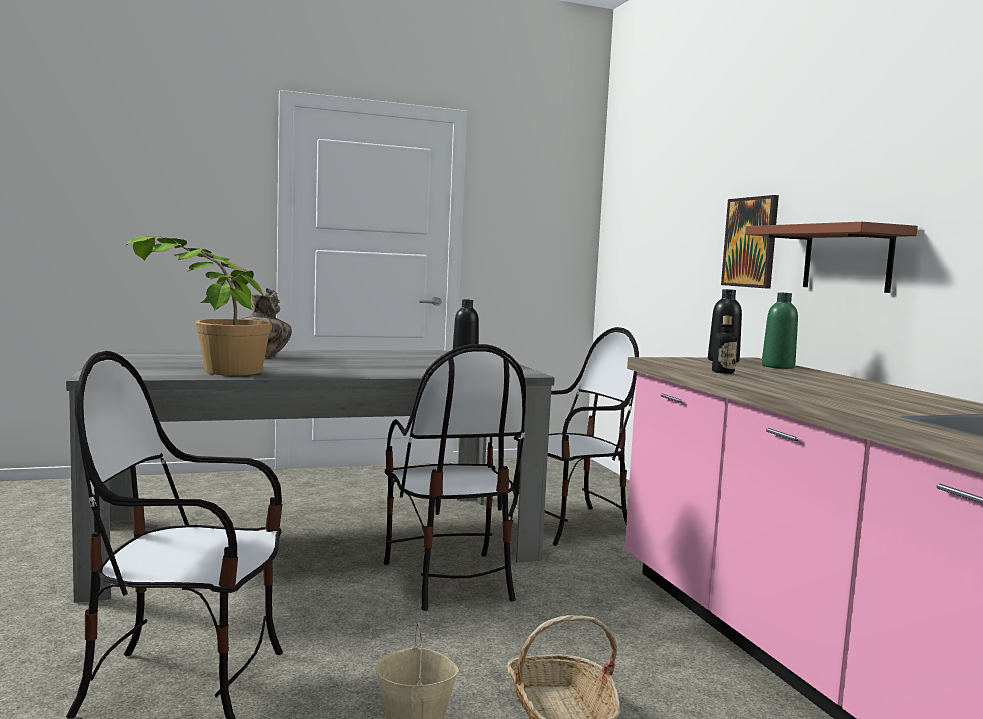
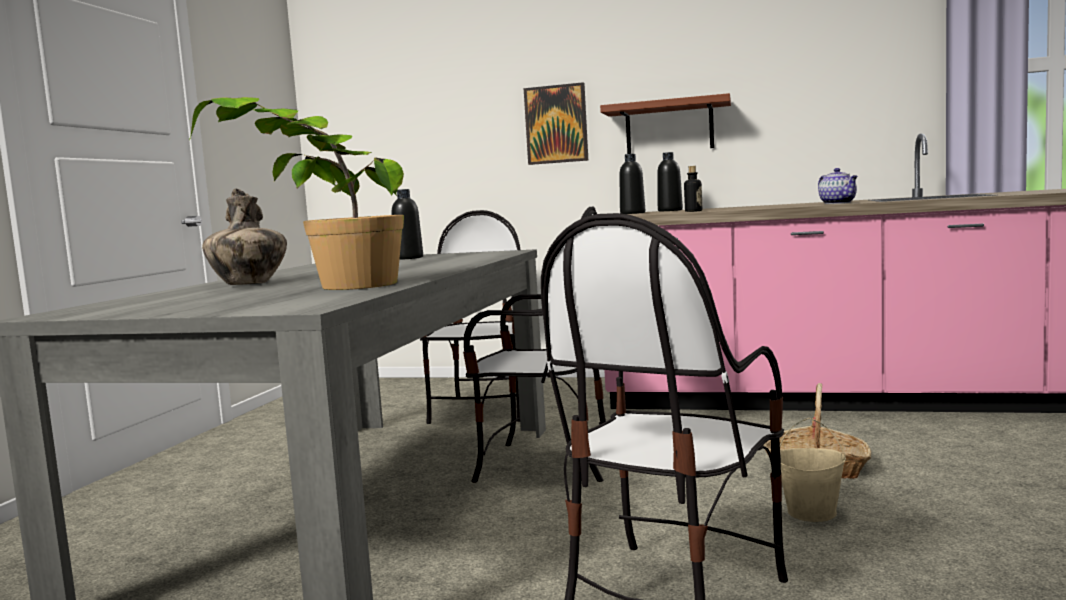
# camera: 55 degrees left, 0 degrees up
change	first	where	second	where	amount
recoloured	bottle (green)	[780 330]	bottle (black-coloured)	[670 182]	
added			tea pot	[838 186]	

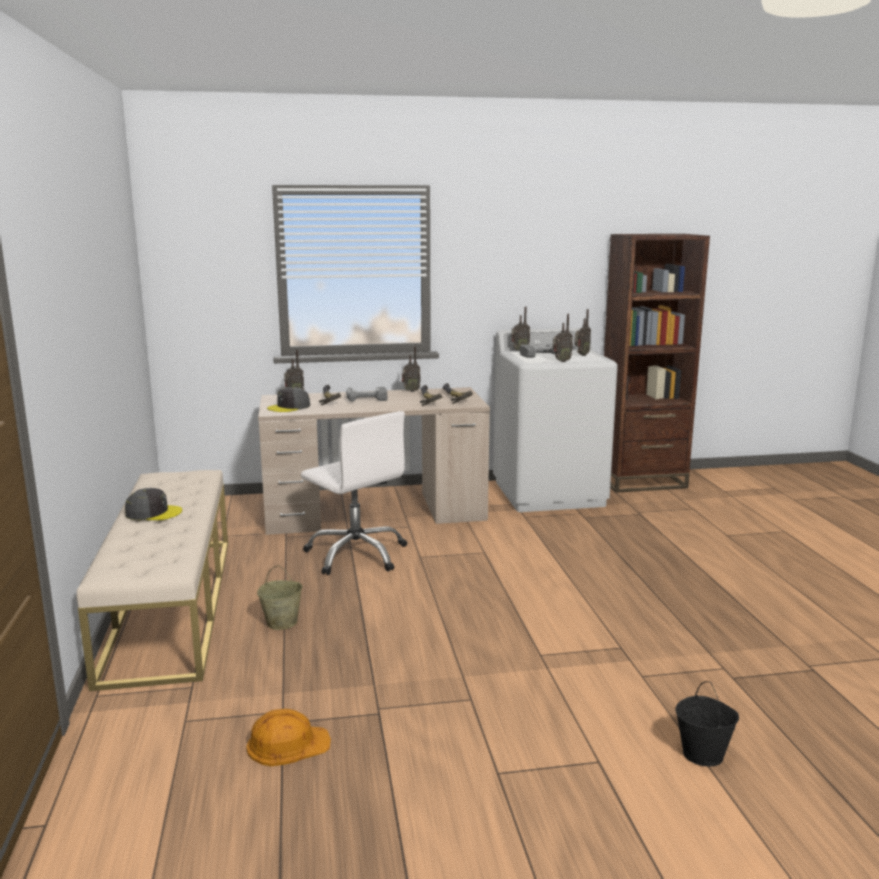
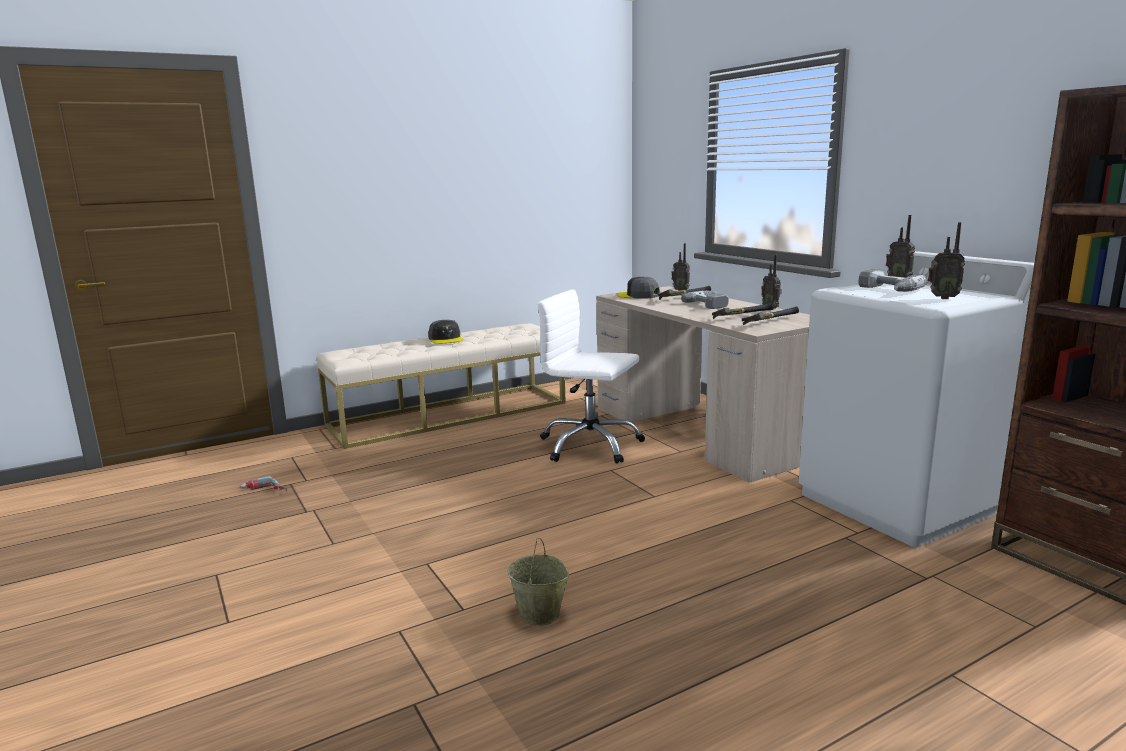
# camera: 70 degrees right, 0 degrees up
change	first	where	second	where	amount
replaced	safety helmet (orange-coloured)	[288 737]	drill	[263 483]	
moved	water bucket (sand-coloured)	[280 597]		[538 581]	
turned	desk chair (whitish)	[354 493]		[591 376]	90 degrees clockwise
removed	radio	[563 338]			
removed	water bucket (black-coloured)	[707 723]			

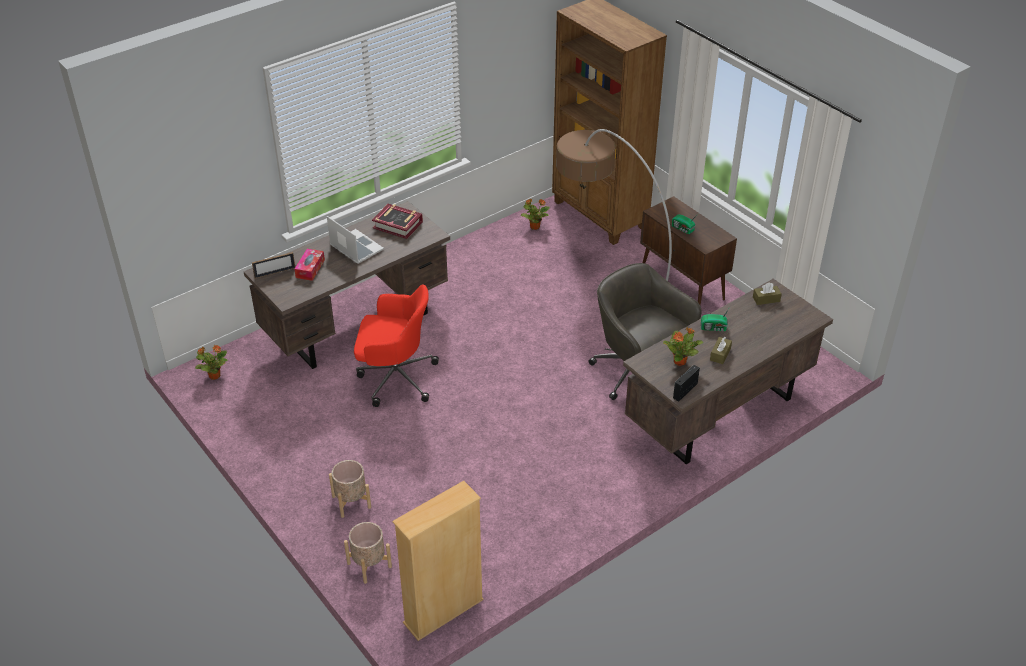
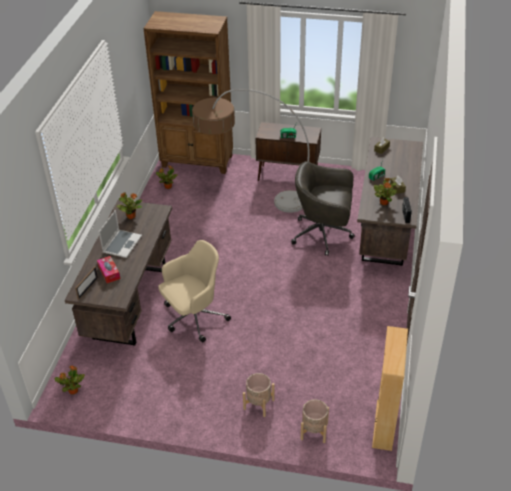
# camera: 40 degrees left, 0 degrees up
change	first	where	second	where	amount
turned	laptop	[355 240]		[120 234]	105 degrees clockwise
replaced	bound book	[397 221]	houseplant	[129 206]	
recoloured	desk chair (red-coloured)	[396 346]	desk chair (sand-coloured)	[194 291]	

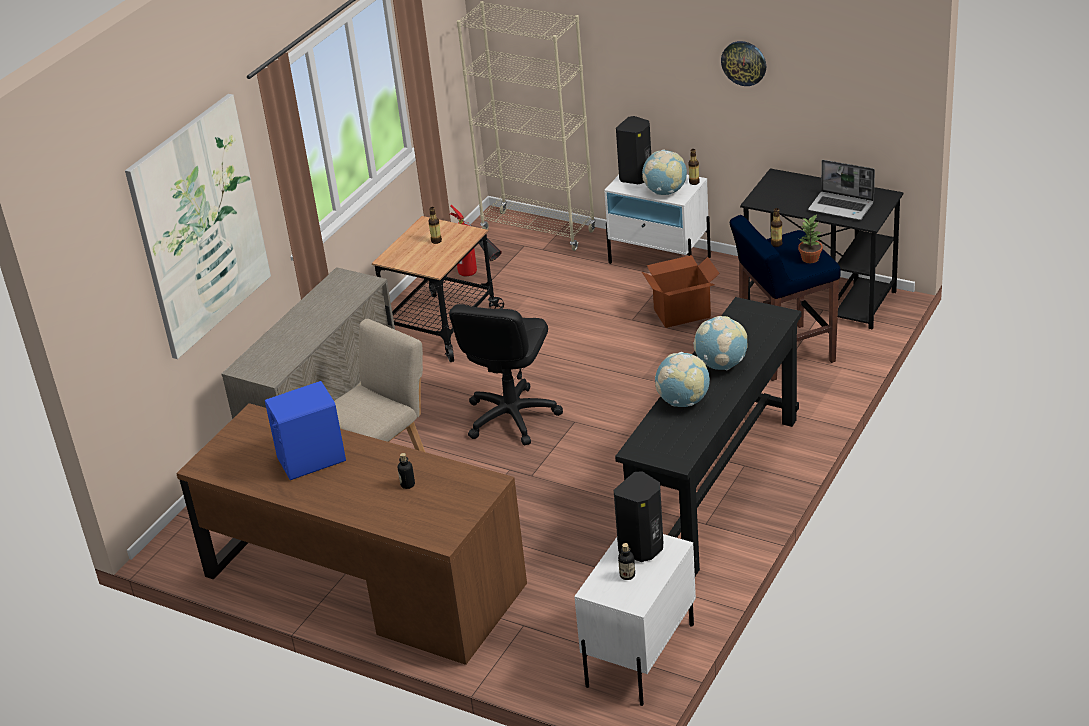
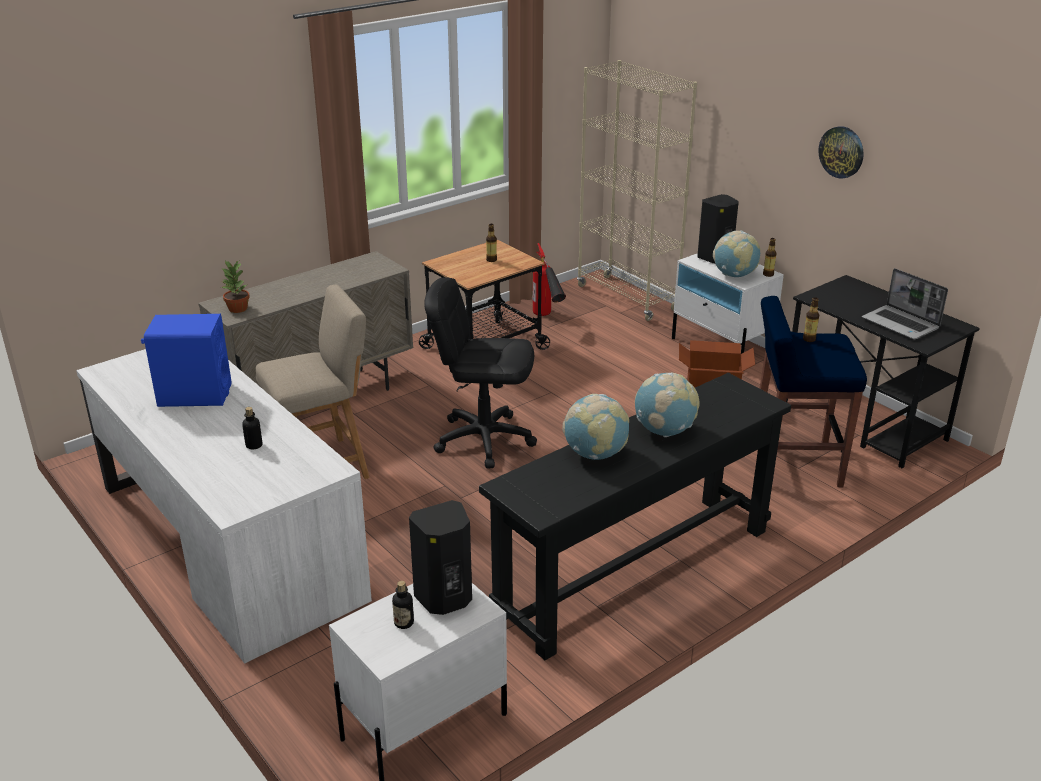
# camera: 20 degrees right, 5 degrees down
change	first	where	second	where	amount
recoloured	desk (brownish)	[351 534]	desk (whitish)	[224 506]	
moved	houseplant	[810 239]		[235 287]	
turned	desk chair (black-coloured)	[506 374]		[480 373]	60 degrees clockwise
removed	wall picture	[198 226]			

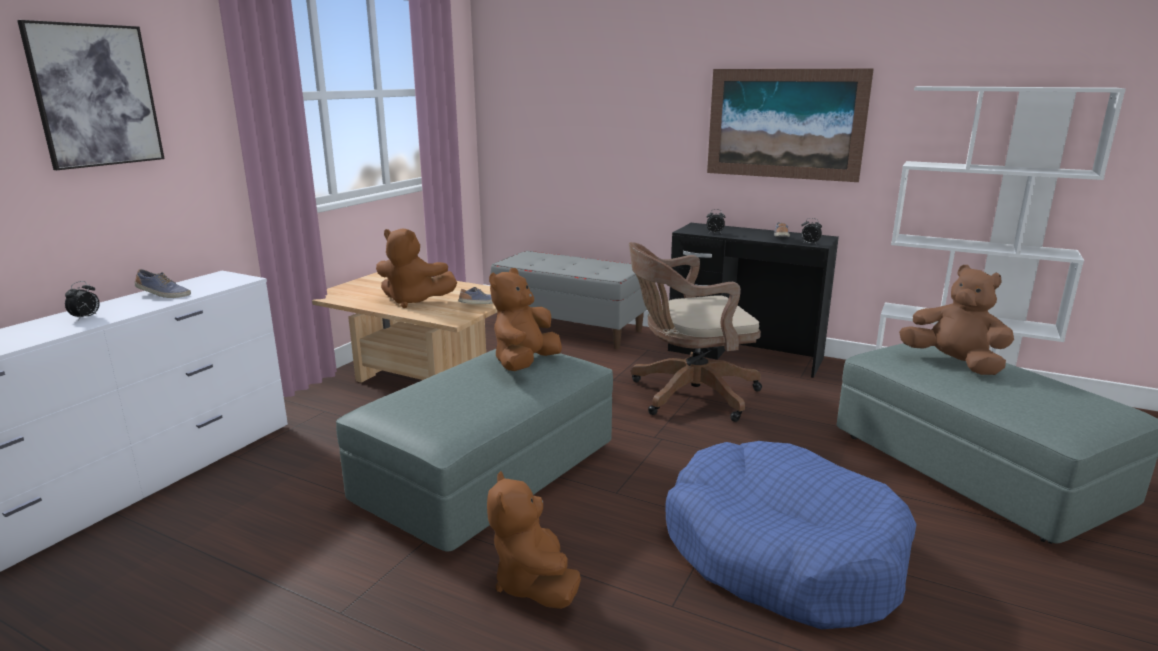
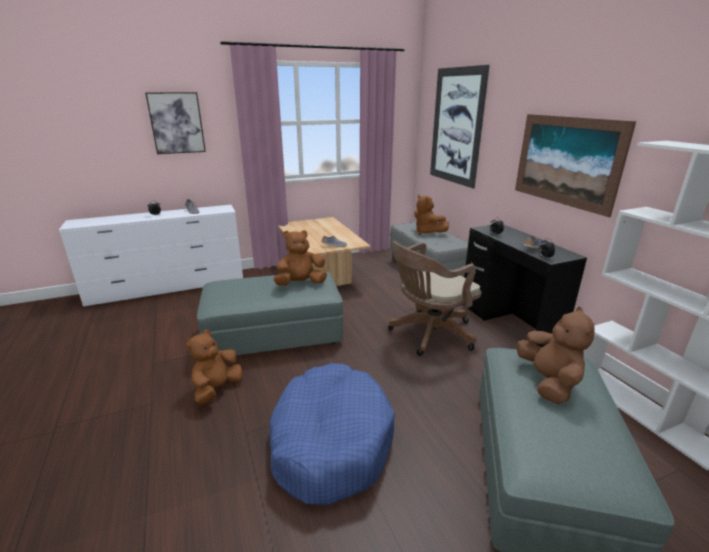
# camera: 40 degrees right, 5 degrees up
change	first	where	second	where	amount
turned	desk chair (brownish)	[695 332]		[435 298]	60 degrees counterclockwise
moved	cuddly toy (brownish)	[416 268]		[431 215]	
added			wall picture	[460 127]	

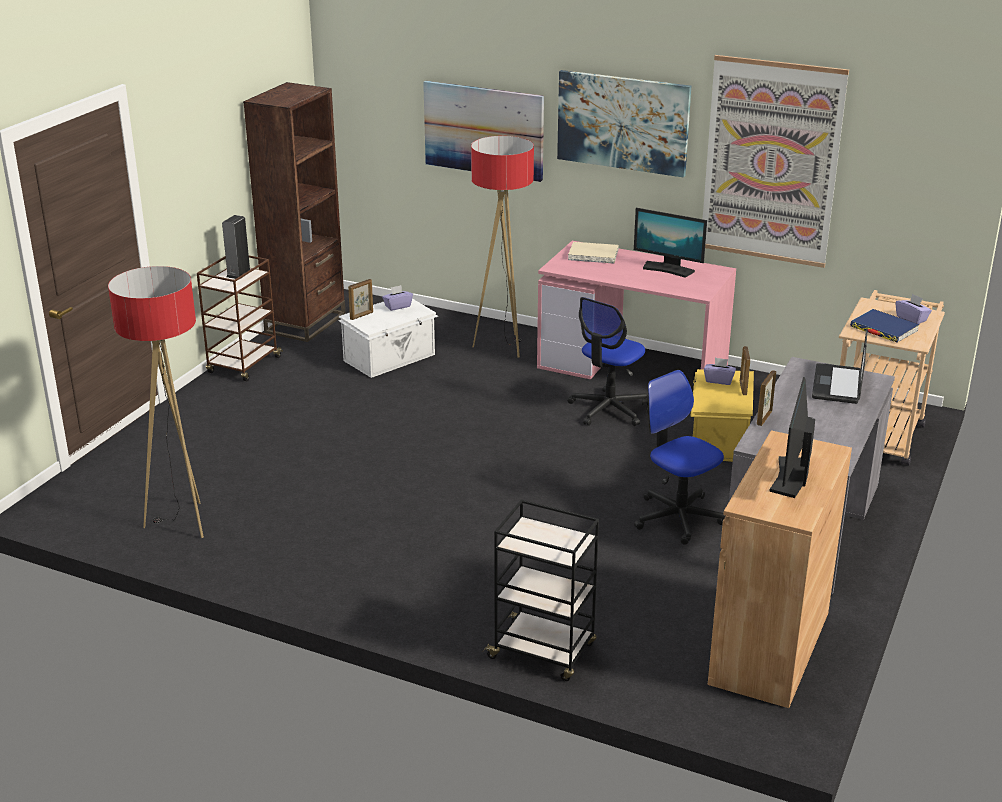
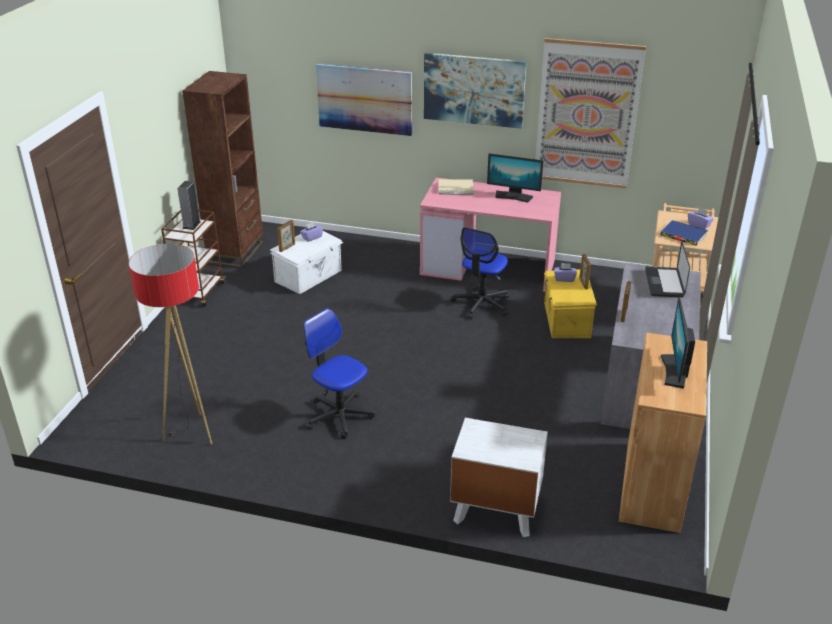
# camera: 10 degrees left, 5 degrees up
change	first	where	second	where	amount
moved	desk chair	[679 457]		[339 373]	
replaced	wheeled cart (black-coloured)	[541 590]	night table (whitish)	[499 477]	
removed	standard lamp	[502 247]			

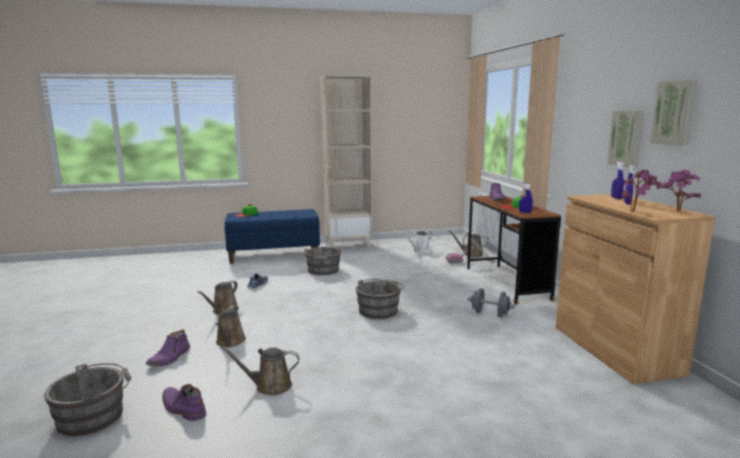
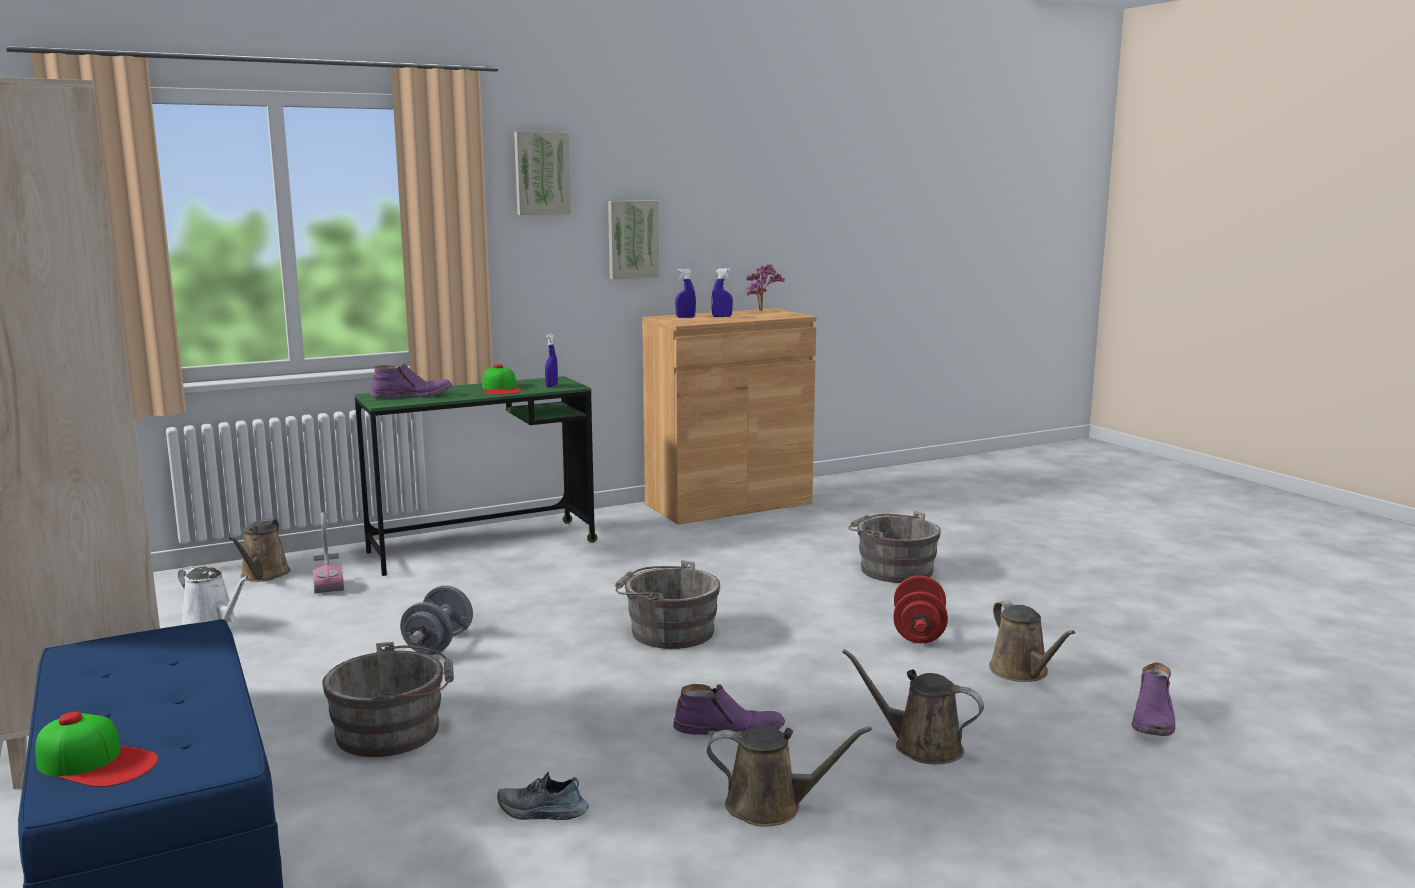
# camera: 105 degrees left, 0 degrees up
change	first	where	second	where	amount
recoloured	desk (brownish)	[514 250]	desk (green)	[475 476]	
moved	hand weight (gray)	[491 302]		[436 620]	
moved	wall picture	[673 113]		[542 173]	
moved	boot (purplish)	[168 348]		[729 709]	
turned	sprinkling can (brownish)	[230 326]		[913 706]	135 degrees counterclockwise
moved	water bucket (gray)	[87 399]		[894 547]	
added			hand weight (red-coloured)	[920 609]	
removed	houseplant	[641 191]			

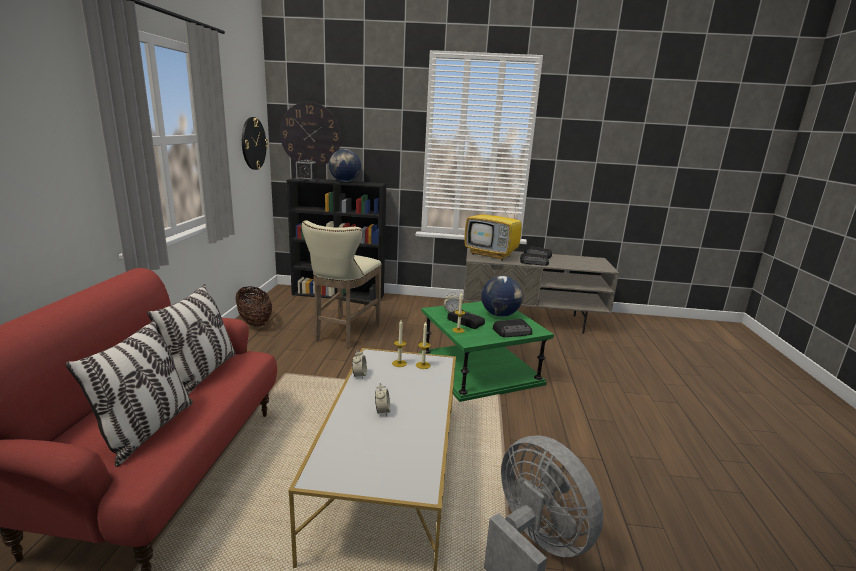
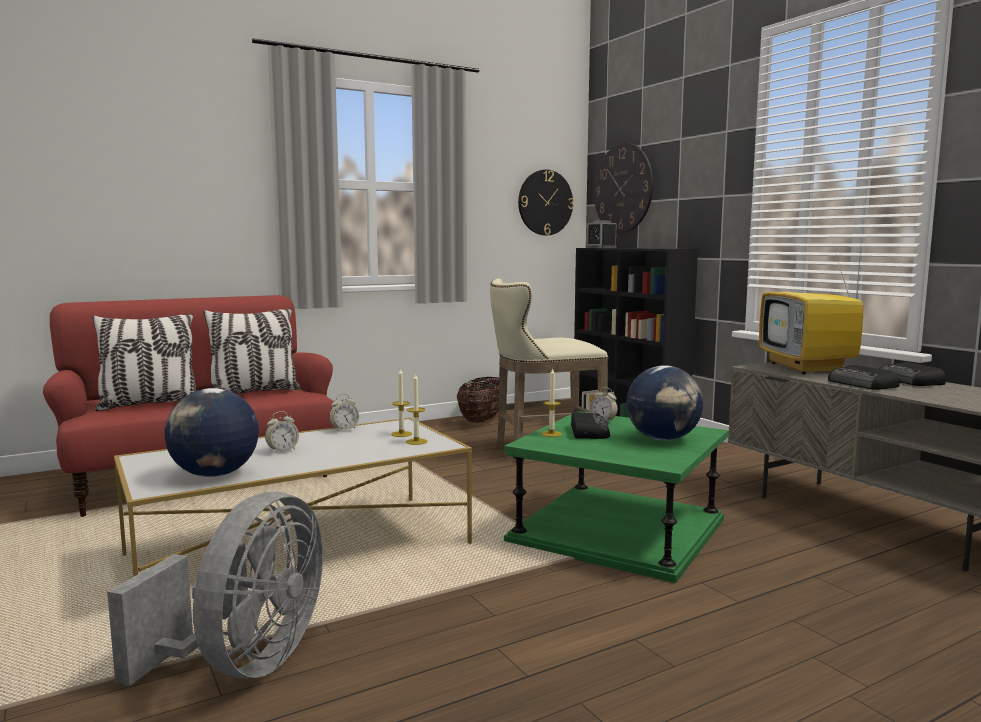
# camera: 55 degrees right, 10 degrees down
change	first	where	second	where	amount
moved	desk globe	[345 165]		[212 432]	
removed	radio	[512 328]			

